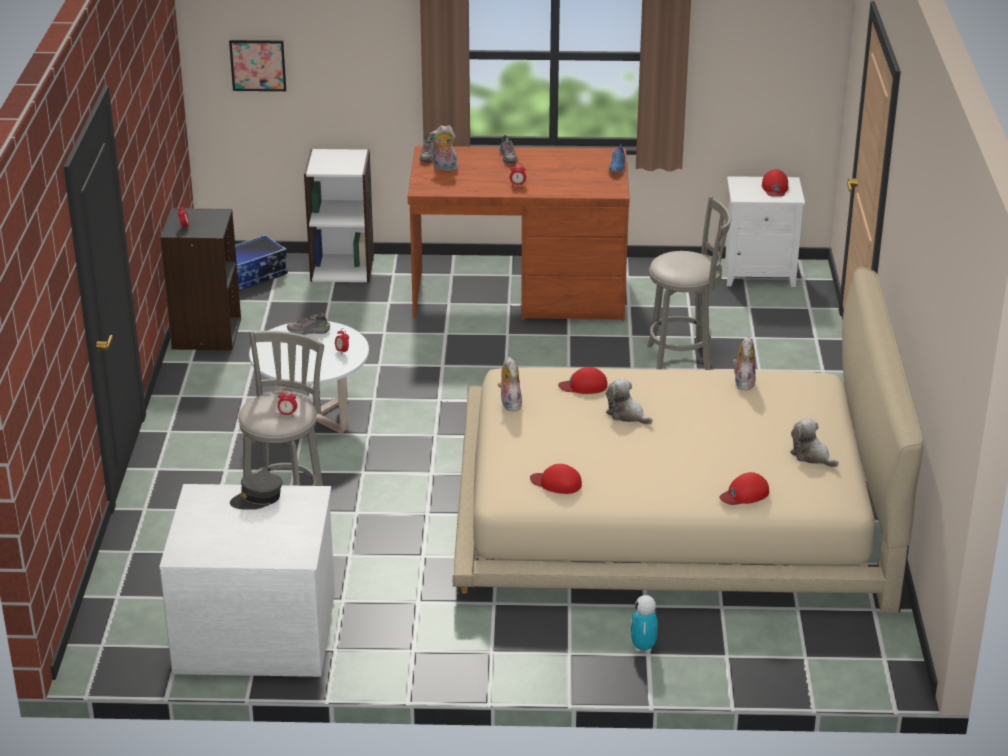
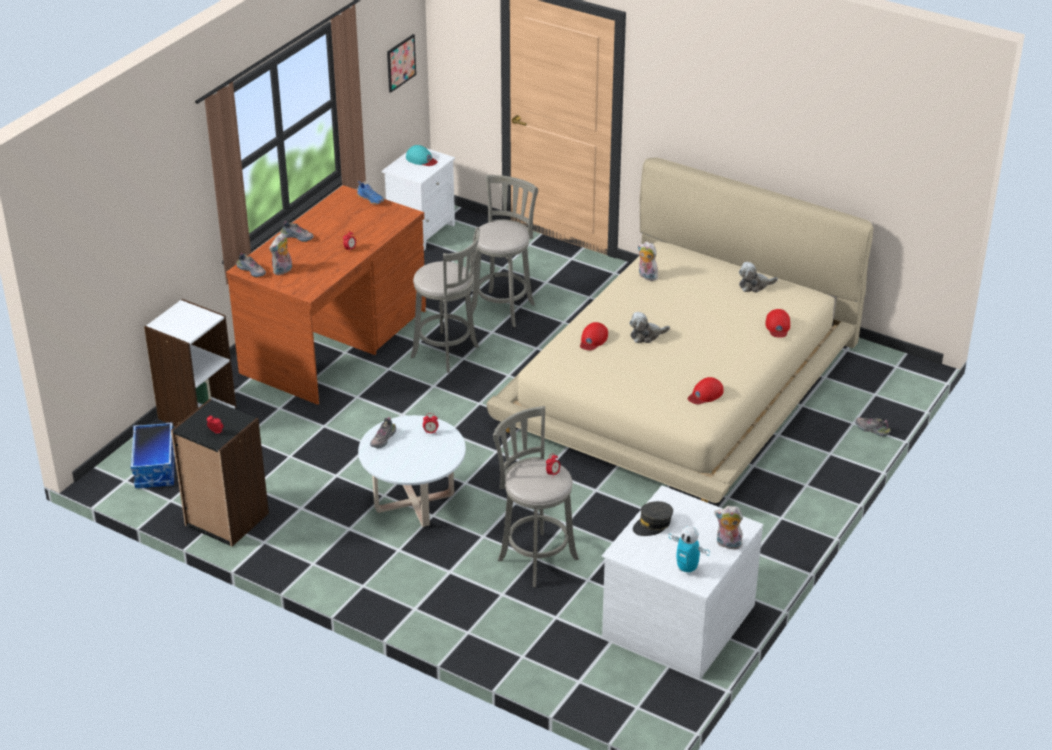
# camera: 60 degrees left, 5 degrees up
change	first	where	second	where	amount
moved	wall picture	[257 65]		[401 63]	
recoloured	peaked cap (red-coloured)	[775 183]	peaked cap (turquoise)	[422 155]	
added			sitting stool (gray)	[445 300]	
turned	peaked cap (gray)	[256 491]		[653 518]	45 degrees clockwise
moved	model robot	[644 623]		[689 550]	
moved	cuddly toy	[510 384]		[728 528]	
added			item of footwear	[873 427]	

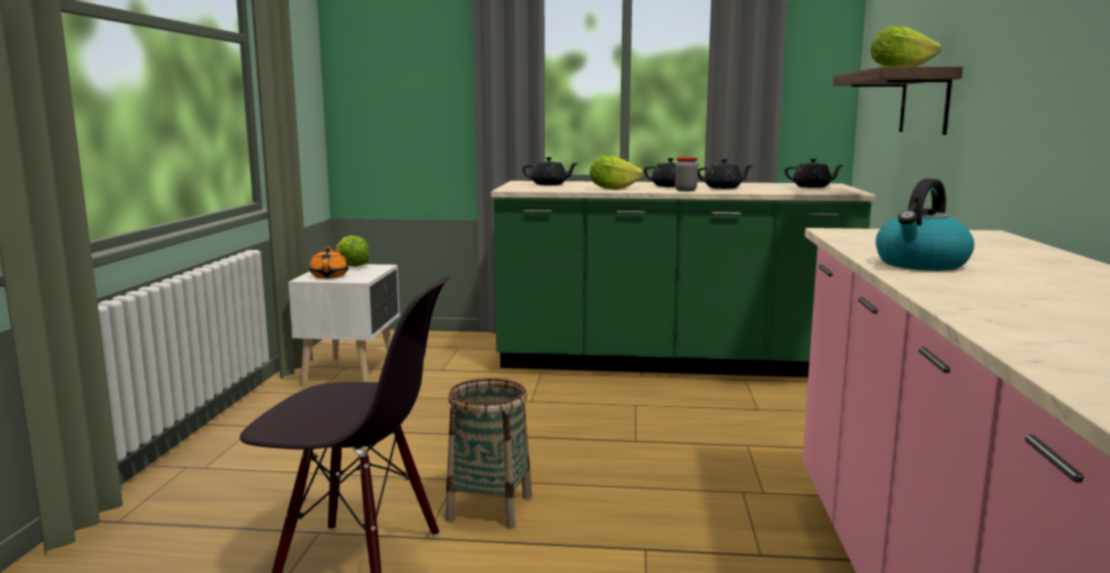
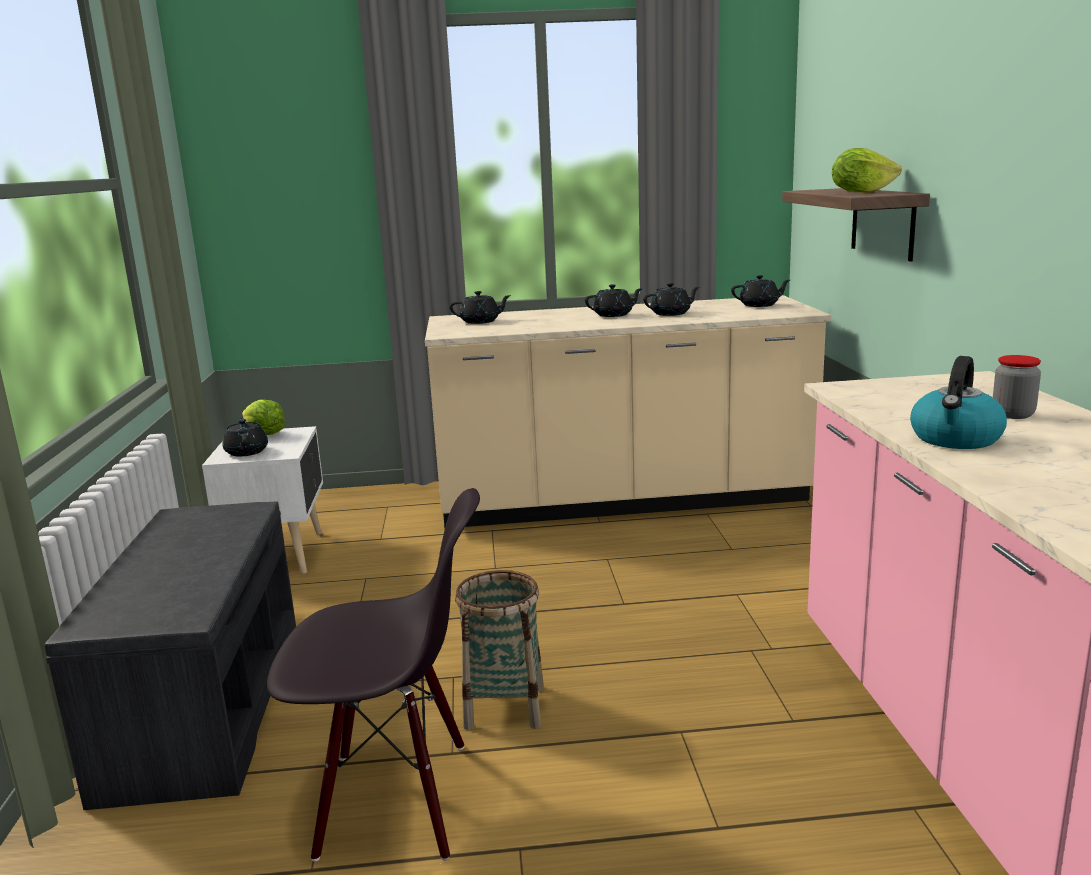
# camera: 10 degrees left, 5 degrees up
change	first	where	second	where	amount
added			long seat (gray)	[170 655]	
recoloured	tea pot (orange-coloured)	[328 263]	tea pot (black-coloured)	[245 437]	
recoloured	counter (green)	[683 279]	counter (sand-coloured)	[628 411]	
moved	jar	[686 174]		[1017 387]	
removed	lettuce head	[616 172]			

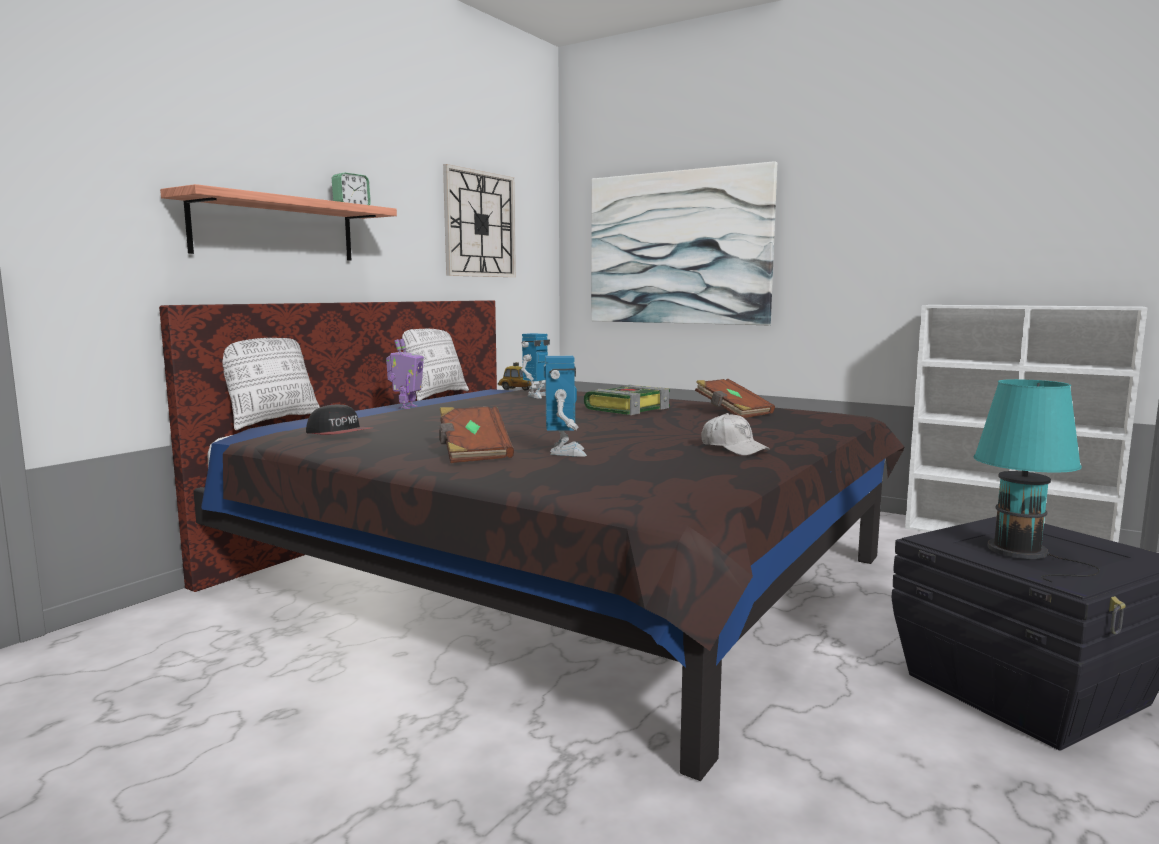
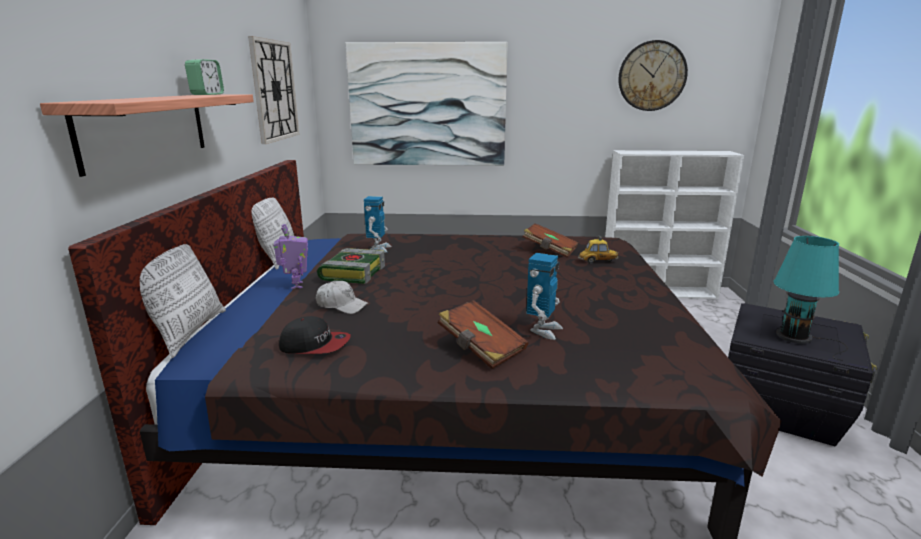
# camera: 30 degrees left, 10 degrees up
change	first	where	second	where	amount
moved	peaked cap (whitish)	[735 434]		[342 297]	
moved	bound book	[627 399]		[351 266]	
turned	model robot	[565 406]		[545 296]	60 degrees clockwise
moved	model car	[515 376]		[598 250]	
added			hanging clock	[653 75]	

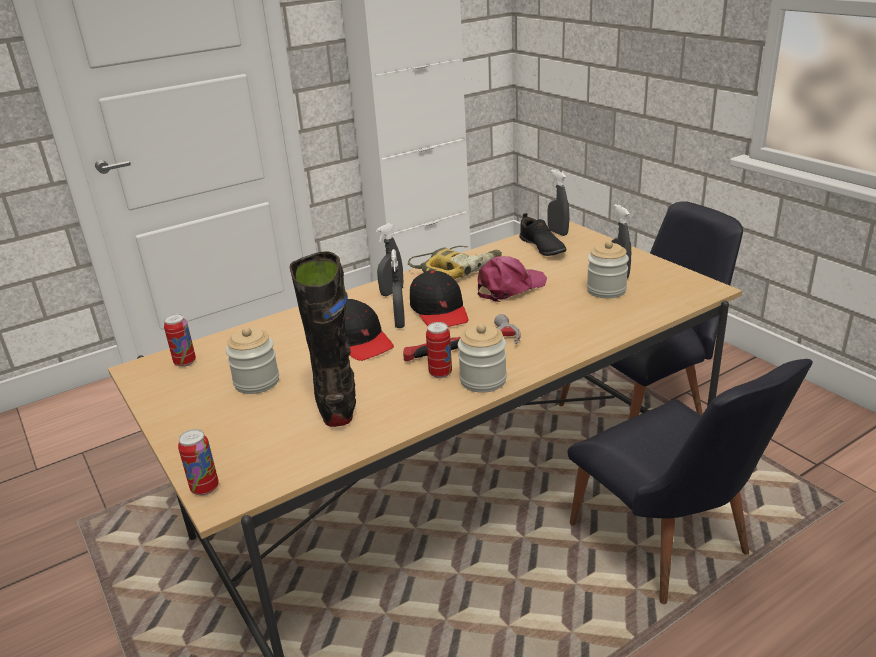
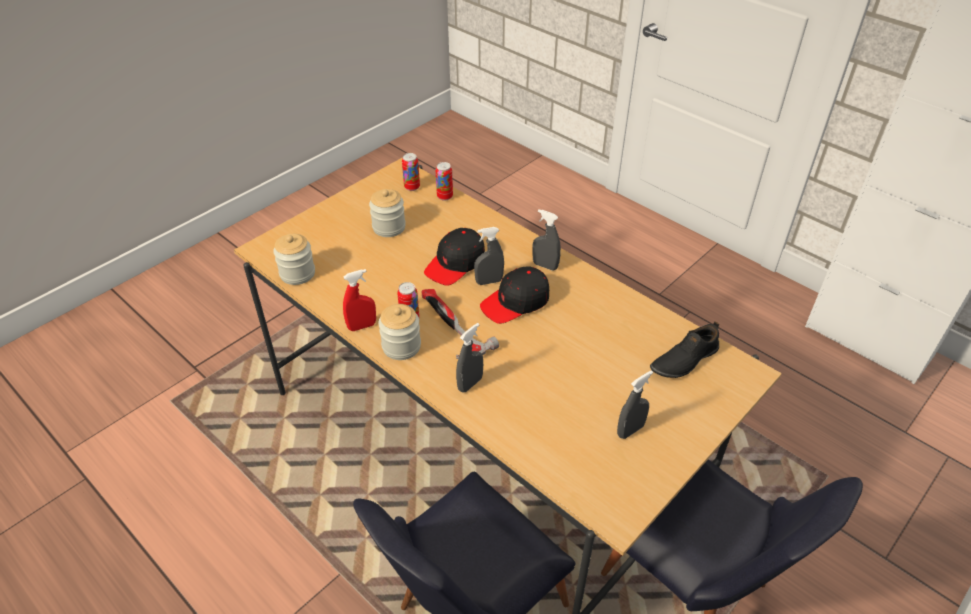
# camera: 75 degrees right, 15 degrees up
change	first	where	second	where	amount
moved	jar	[608 270]		[294 259]	
added			sprayer (red-coloured)	[359 300]	
moved	can	[198 462]		[444 181]	
moved	sprayer (gray)	[558 203]		[469 357]	
removed	boot (black-coloured)	[323 339]			
removed	drill	[455 262]			
removed	peaked cap (pink-coloured)	[512 279]			

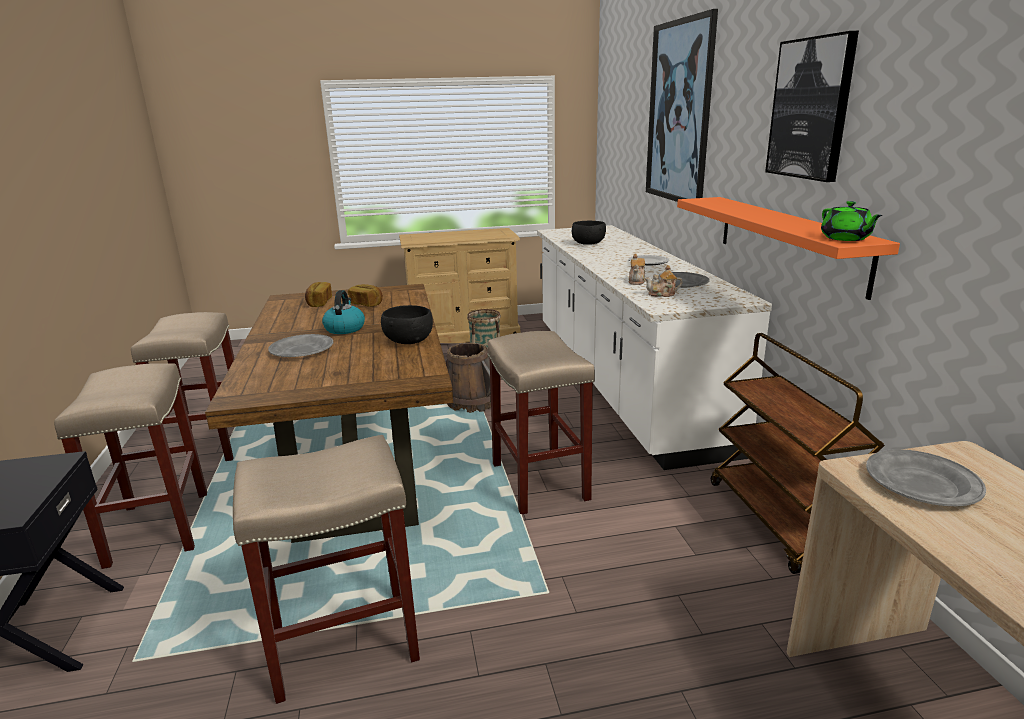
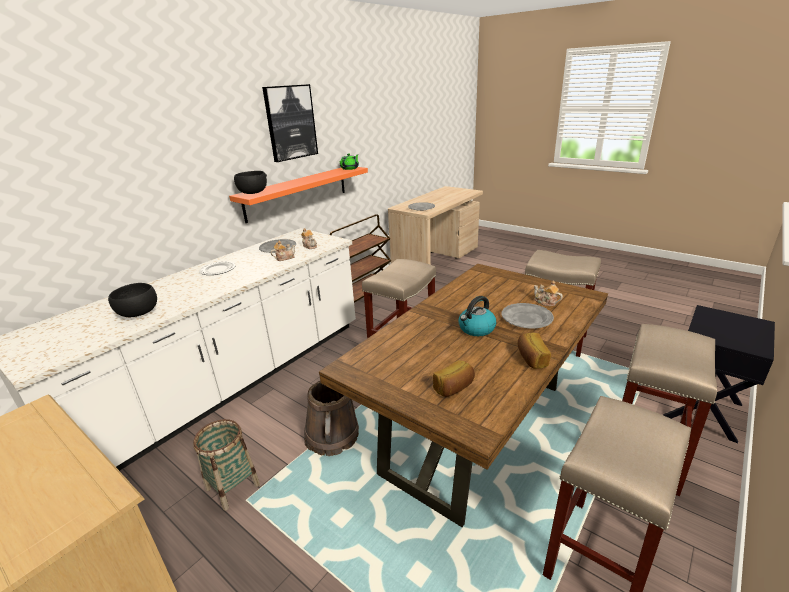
# camera: 130 degrees left, 5 degrees up
change	first	where	second	where	amount
moved	serving bowl (black-coloured)	[407 324]		[250 182]	
moved	bakery bread	[365 295]		[534 350]	
added			tea pot	[548 293]	
removed	wall picture	[682 105]			

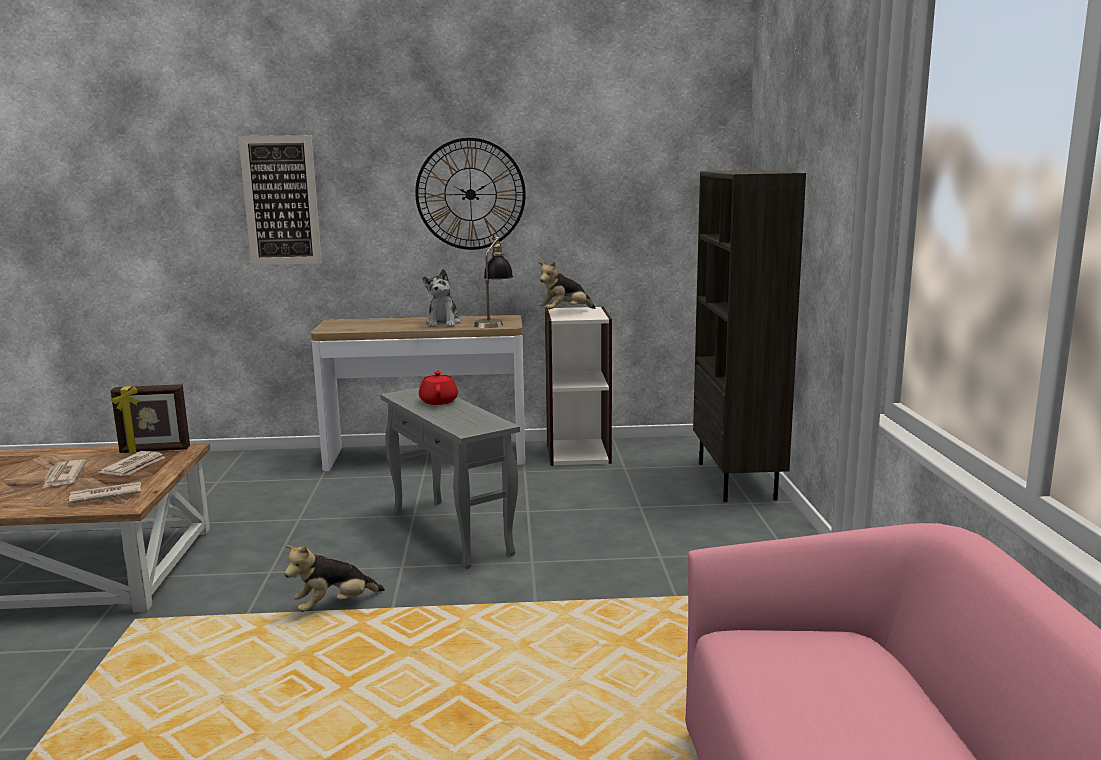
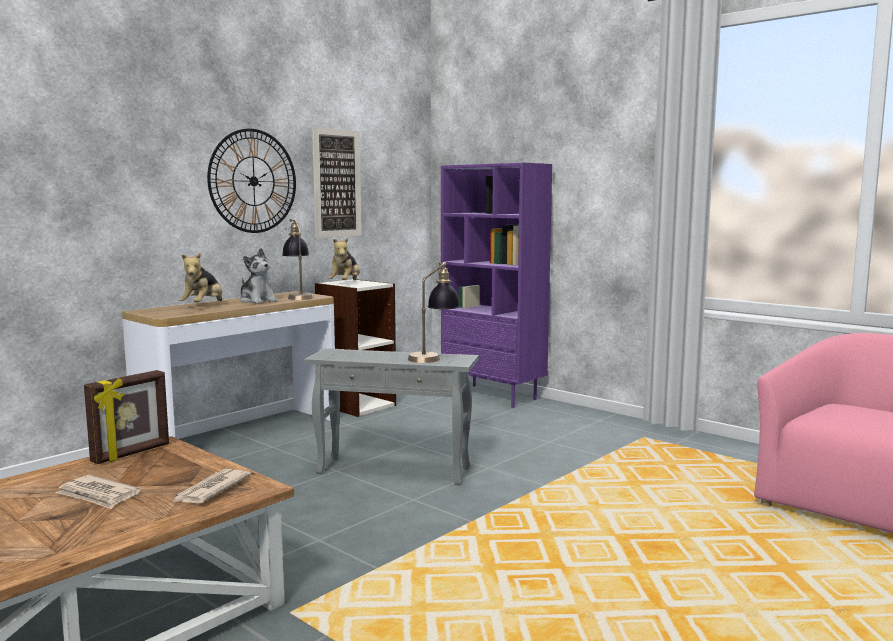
# camera: 45 degrees left, 5 degrees down
change	first	where	second	where	amount
moved	cuddly toy	[334 578]		[200 277]	
moved	wall picture	[280 200]		[337 182]	
added			table lamp	[434 312]	
recoloured	shelving unit (brownish)	[749 336]	shelving unit (purplish)	[496 285]	
removed	daily paper	[131 463]			
removed	tea pot (red-coloured)	[438 387]			

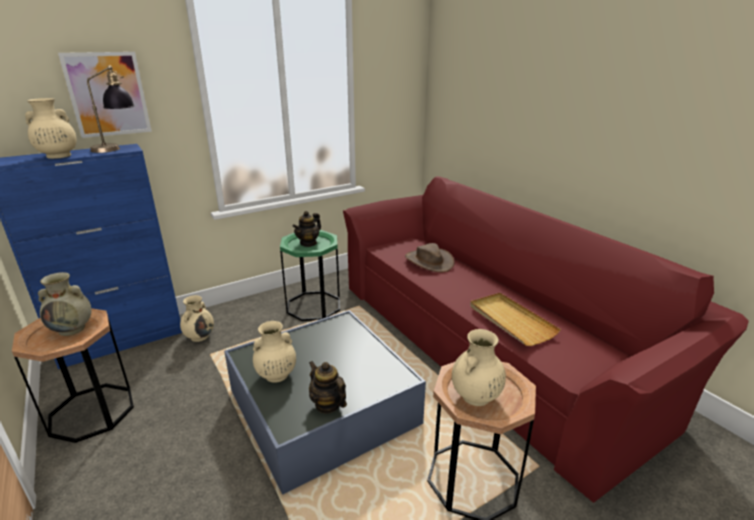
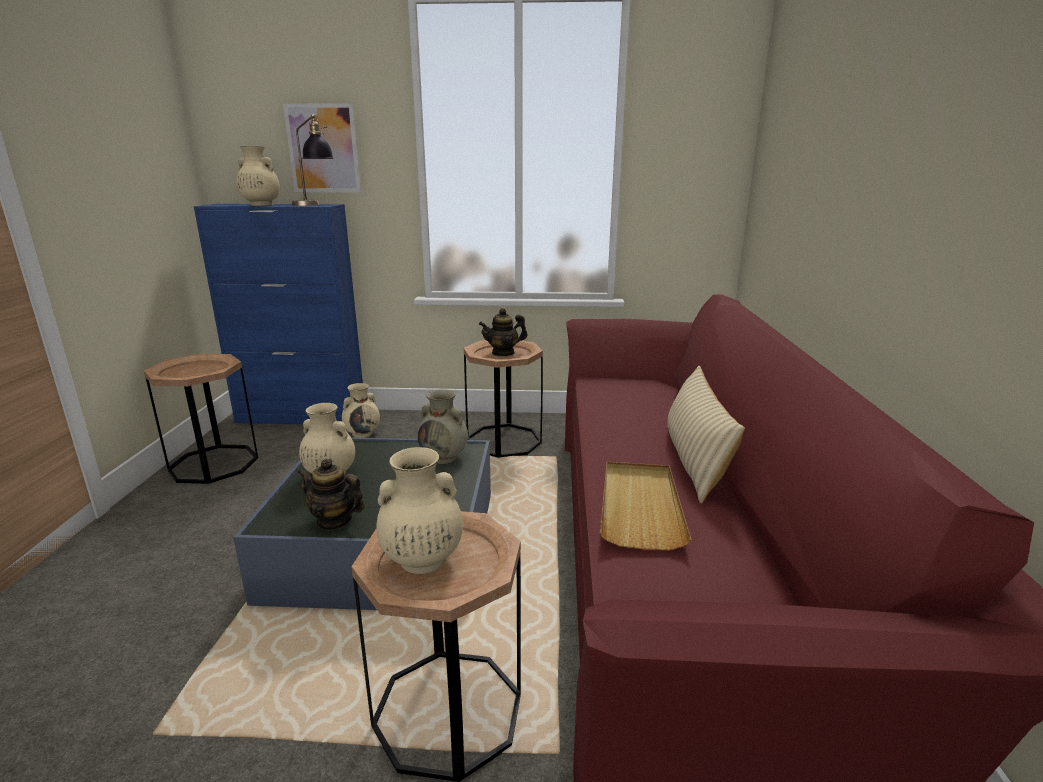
# camera: 35 degrees right, 5 degrees down
change	first	where	second	where	amount
turned	tea pot	[328 387]		[331 495]	60 degrees counterclockwise
moved	decorative vase (sand-coloured)	[65 304]		[442 426]	
recoloured	accent table (green)	[310 275]	accent table (brownish)	[503 399]	
added			pillow (sand-coloured)	[706 434]	
removed	clothing hat (brownish)	[430 257]			

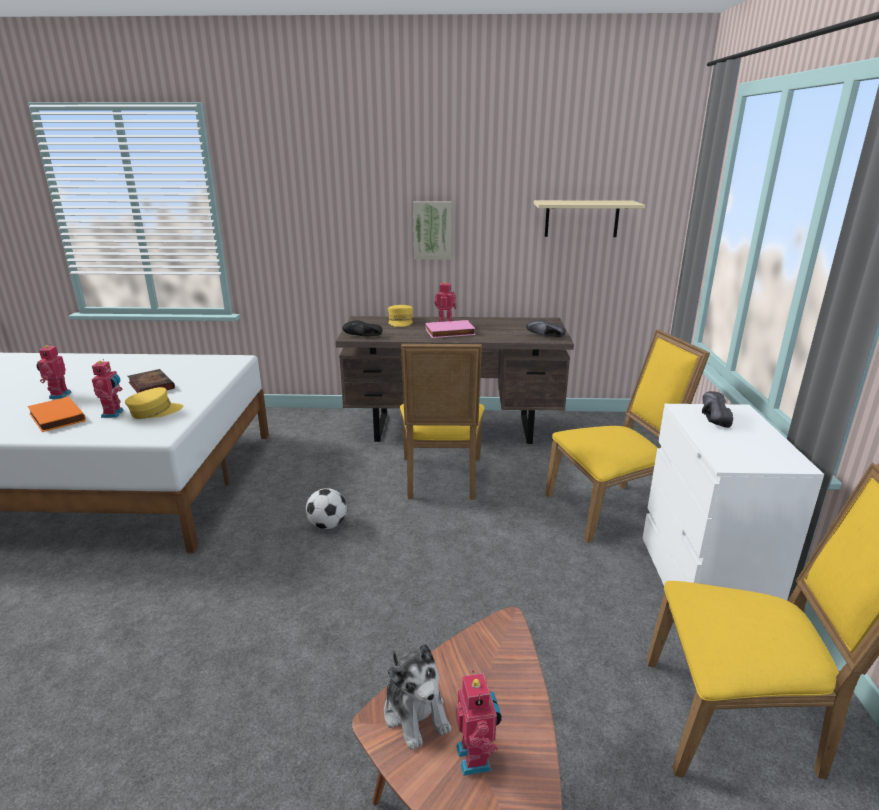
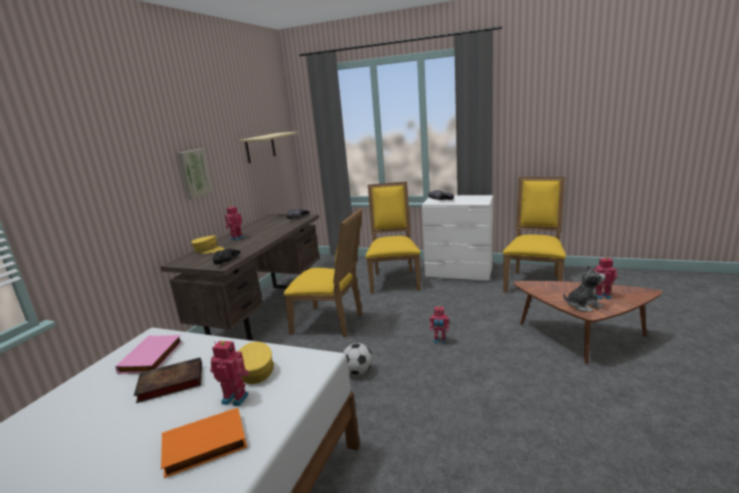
# camera: 70 degrees left, 5 degrees down
change	first	where	second	where	amount
moved	bound book (pink-coloured)	[451 329]		[149 354]	
moved	model robot	[54 371]		[439 325]	

